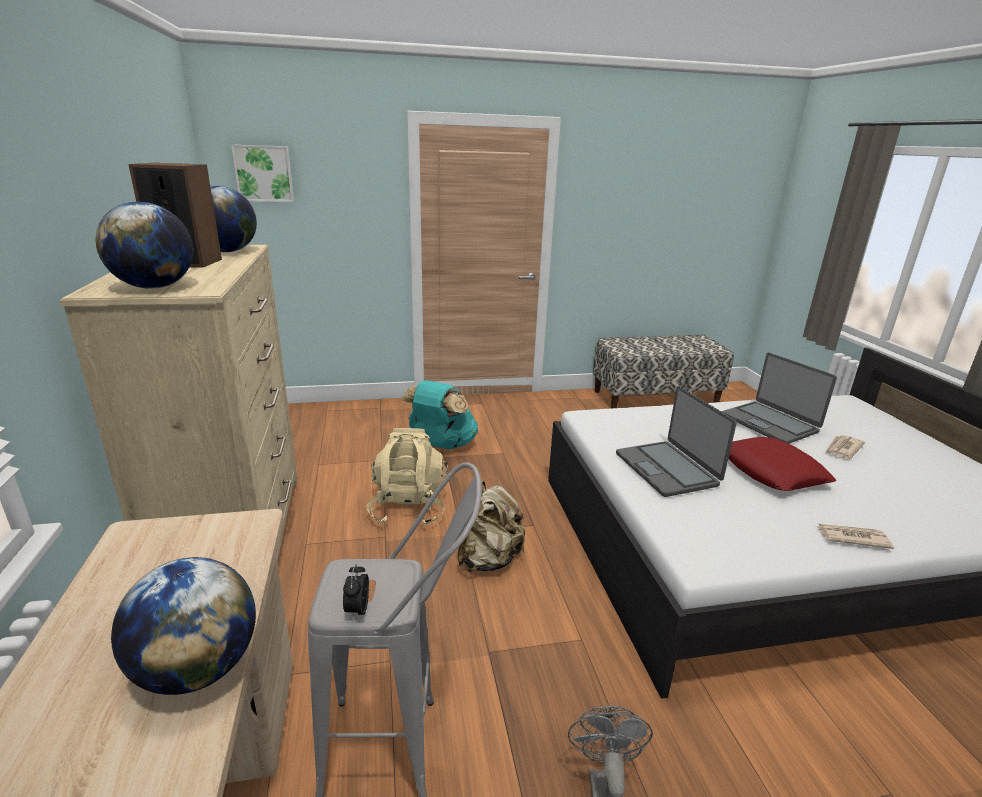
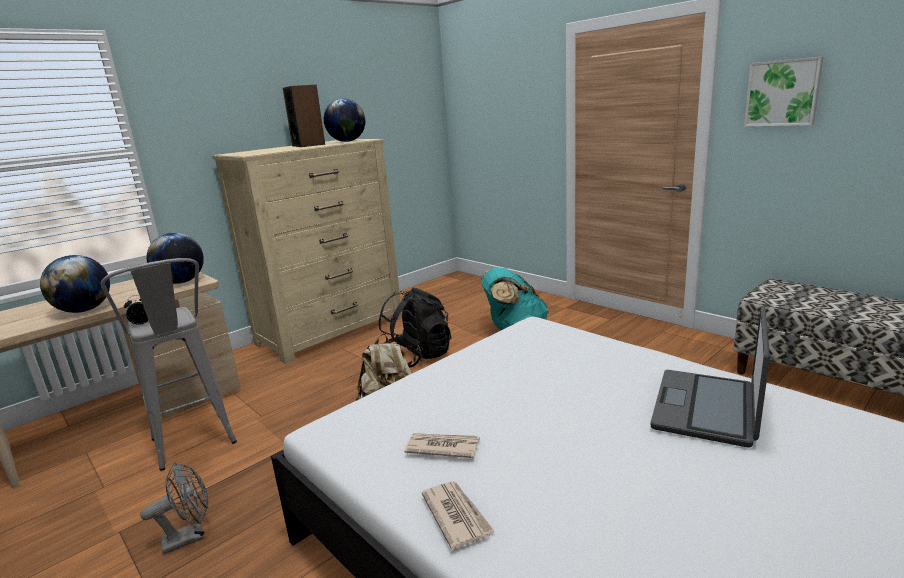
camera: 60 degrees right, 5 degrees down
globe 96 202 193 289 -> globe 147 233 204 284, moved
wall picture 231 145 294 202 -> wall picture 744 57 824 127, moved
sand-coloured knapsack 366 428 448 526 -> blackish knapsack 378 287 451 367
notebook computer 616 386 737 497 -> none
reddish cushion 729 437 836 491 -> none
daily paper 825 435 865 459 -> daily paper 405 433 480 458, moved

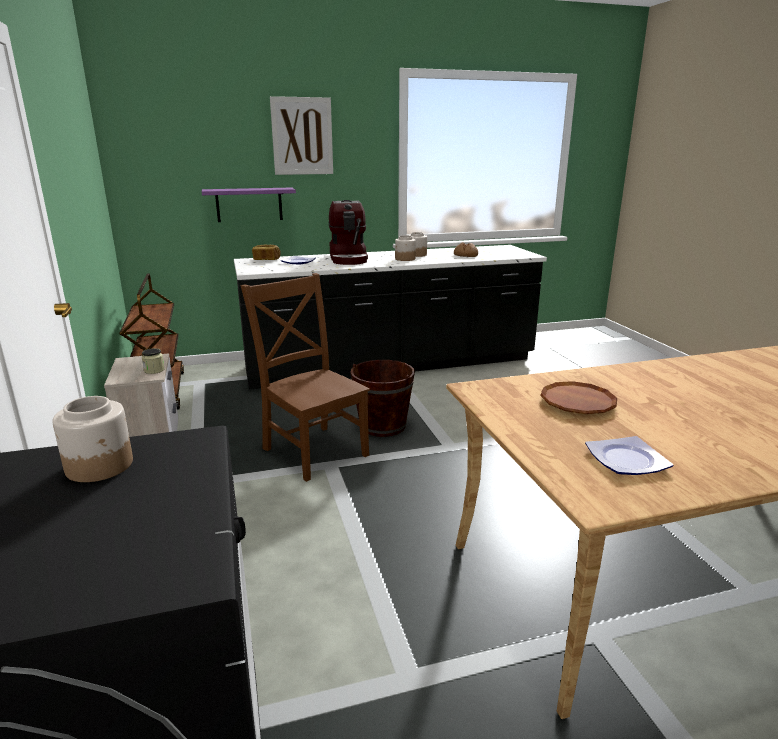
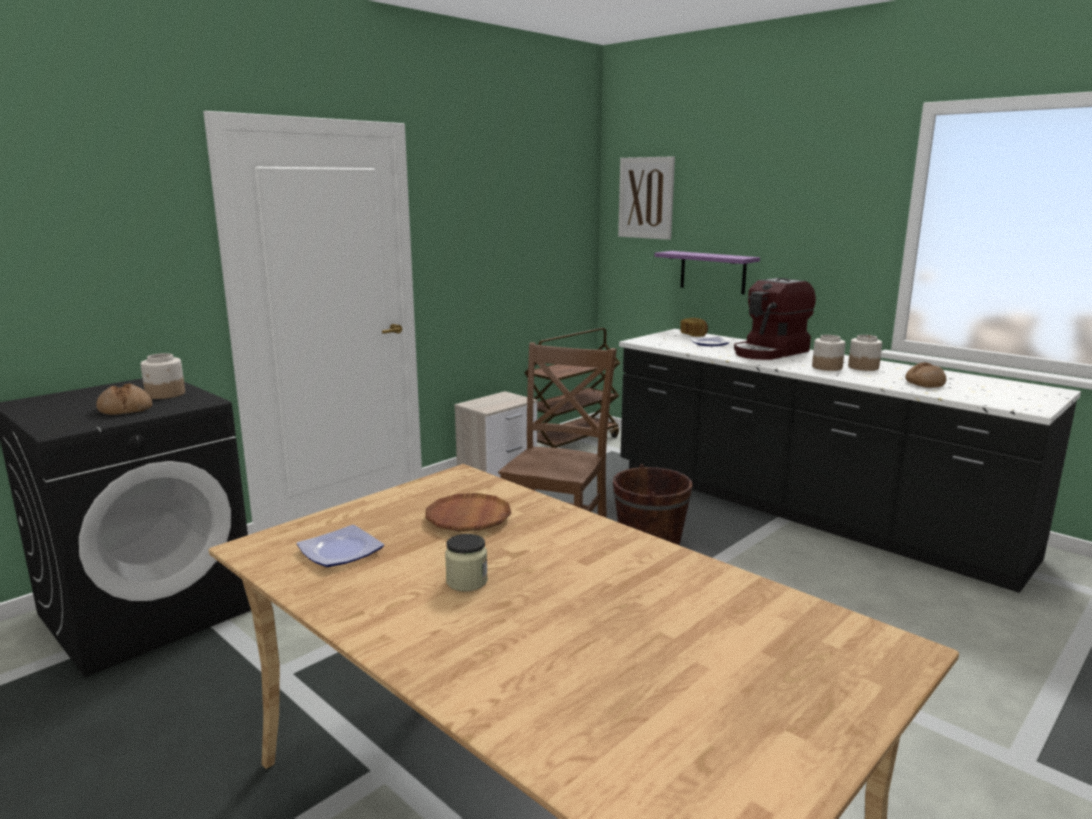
camera: 60 degrees right, 5 degrees down
preserve jar 142 348 165 374 -> preserve jar 445 534 488 591, moved
wall picture 270 96 333 175 -> wall picture 618 156 675 240, moved
none -> bread 96 384 152 415

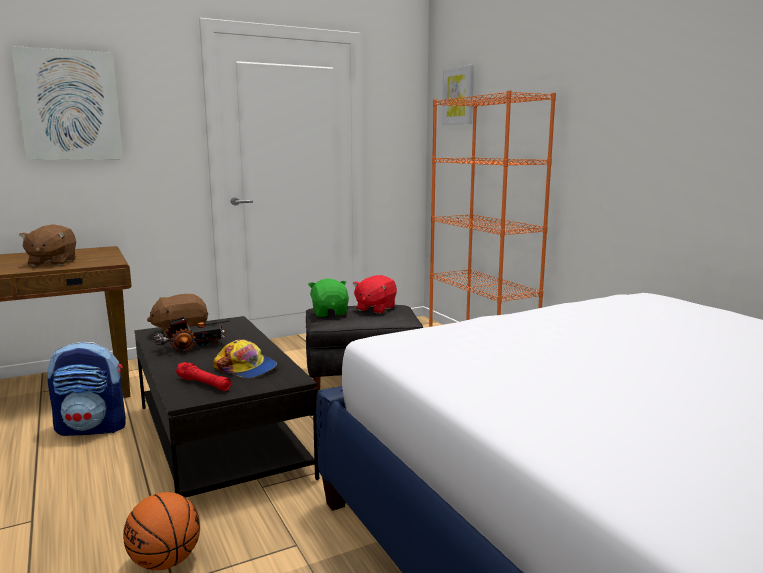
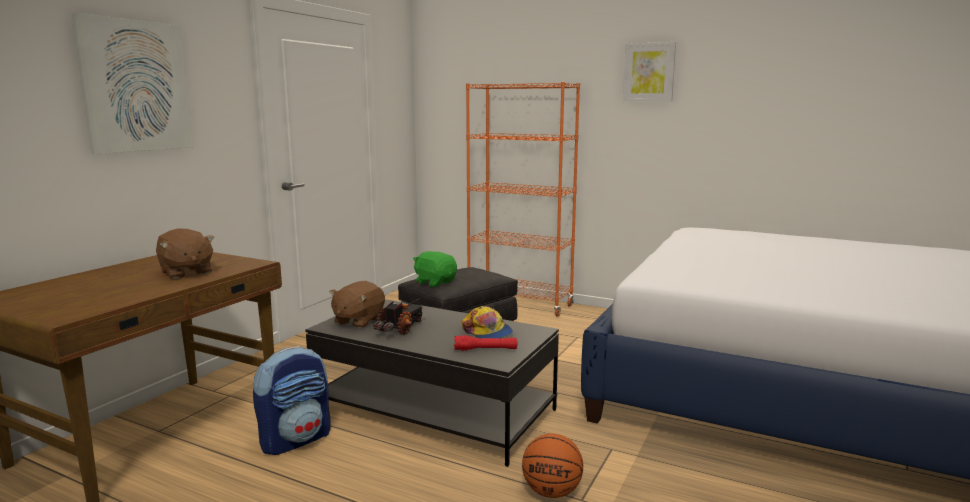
camera: 35 degrees left, 0 degrees up
peaked cap 213 339 277 378 -> peaked cap 462 306 513 339, 60 degrees clockwise
reddish plush toy 353 275 397 314 -> none
wall picture 442 64 474 125 -> wall picture 623 42 676 102, moved

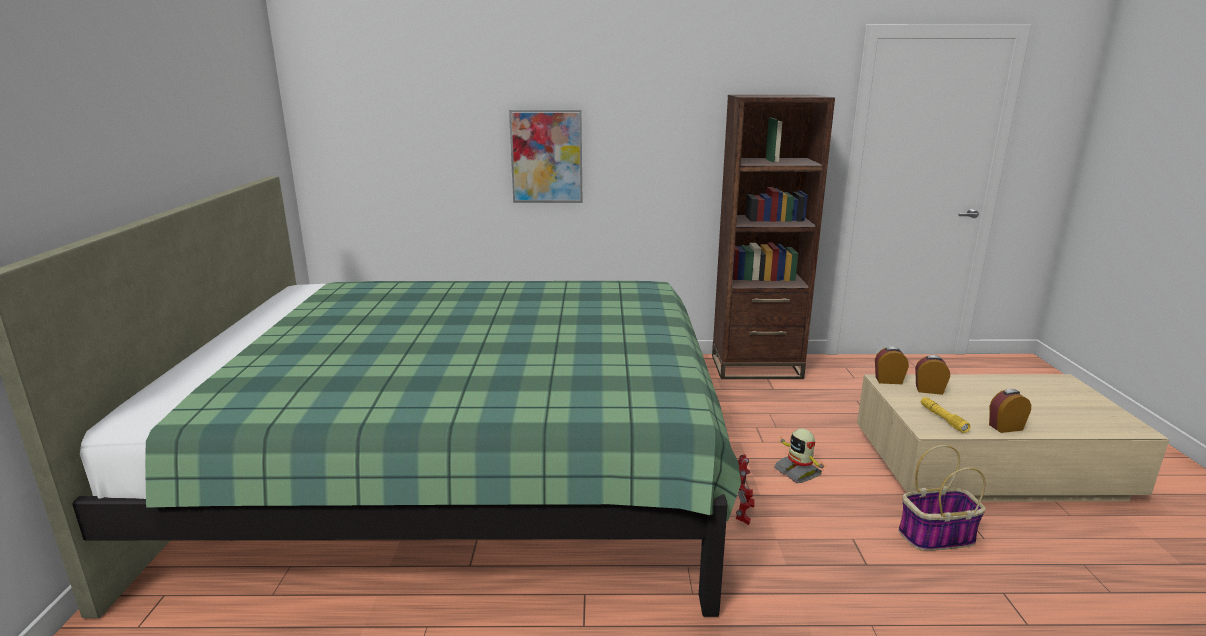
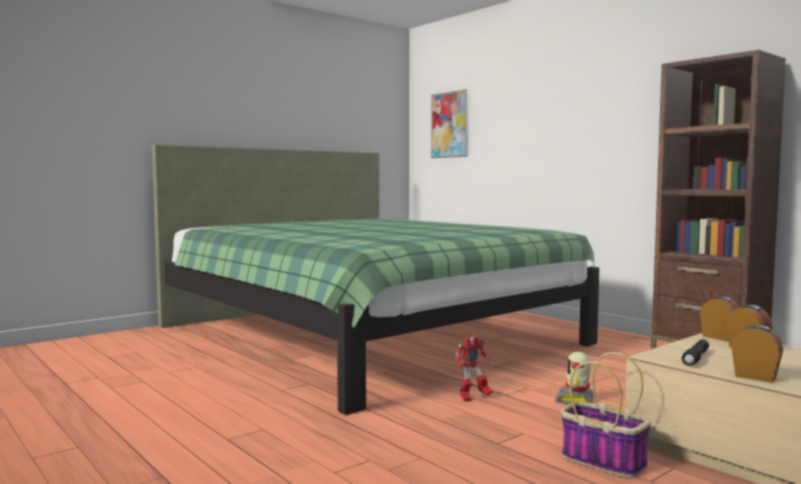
camera: 50 degrees right, 15 degrees down
wall picture 509 110 582 203 -> wall picture 431 89 469 158, moved
yellow hand torch 921 397 971 433 -> blackish hand torch 682 339 709 366

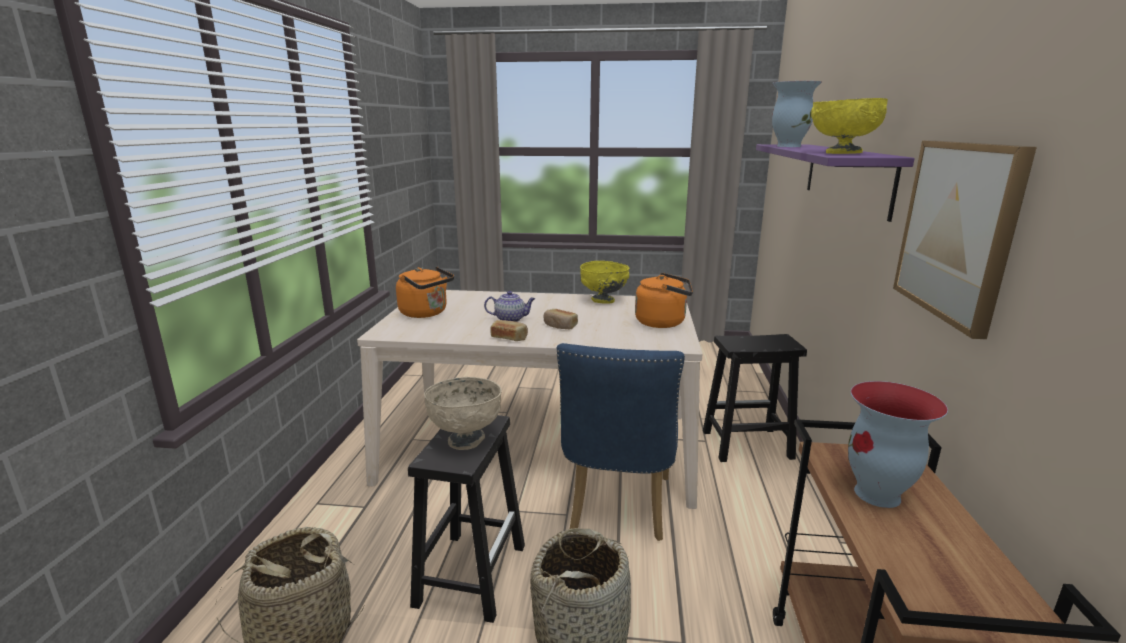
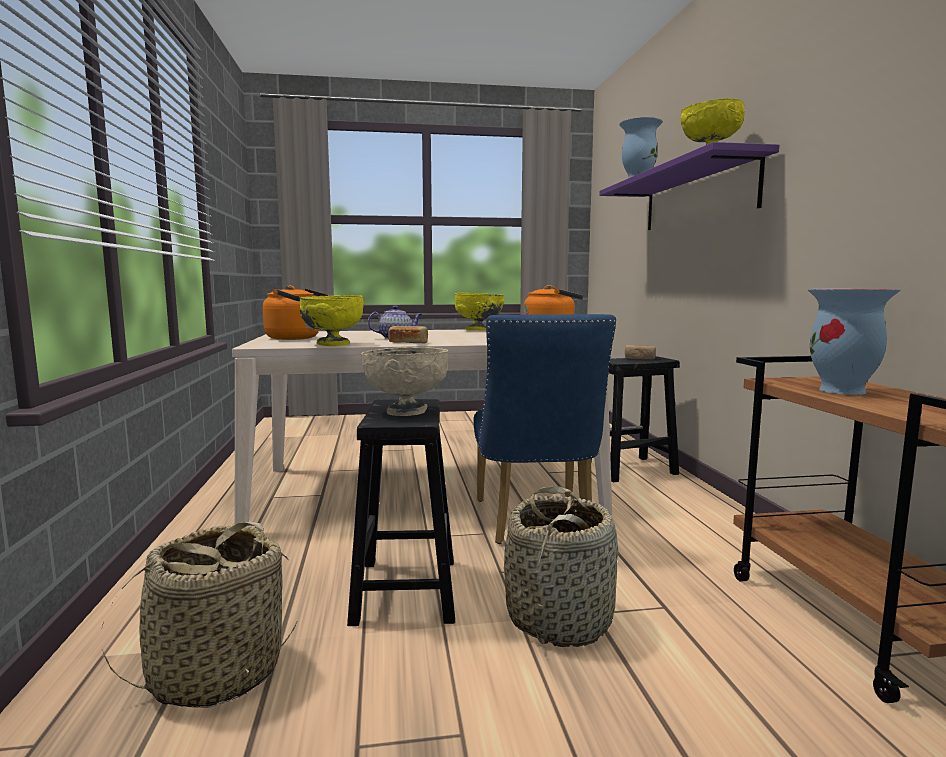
camera: 15 degrees left, 10 degrees down
bread 543 309 578 329 -> bread 625 345 656 359, moved
wall picture 893 140 1037 339 -> none
none -> yellow serving bowl 300 295 364 346

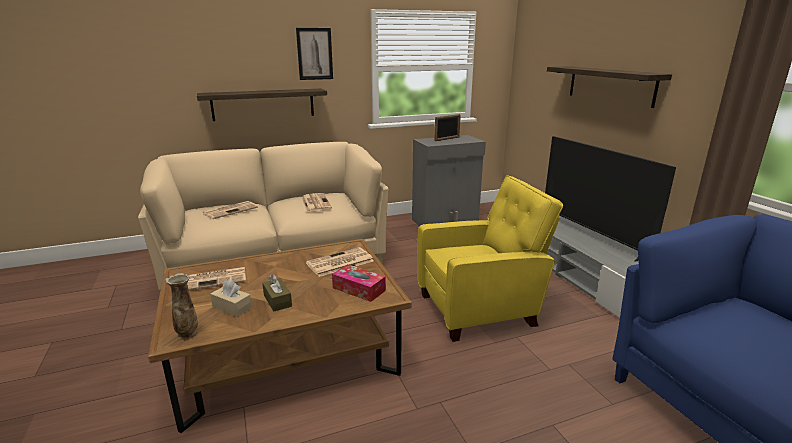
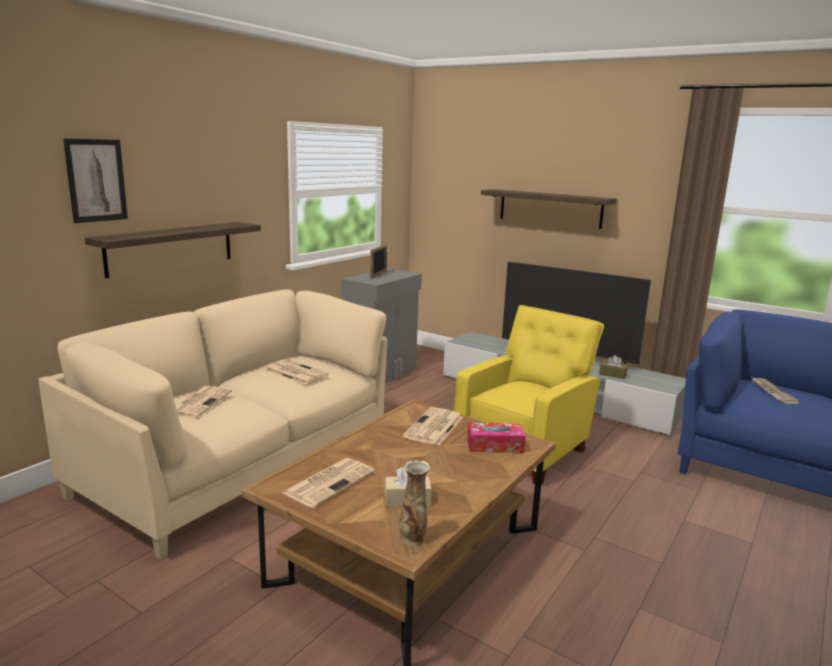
camera: 35 degrees left, 5 degrees down
brown-coloured tissue holder 262 275 292 311 -> brown-coloured tissue holder 599 355 628 379, moved
wall picture 296 28 333 80 -> wall picture 63 138 128 223, moved
none -> daily paper 750 376 800 404

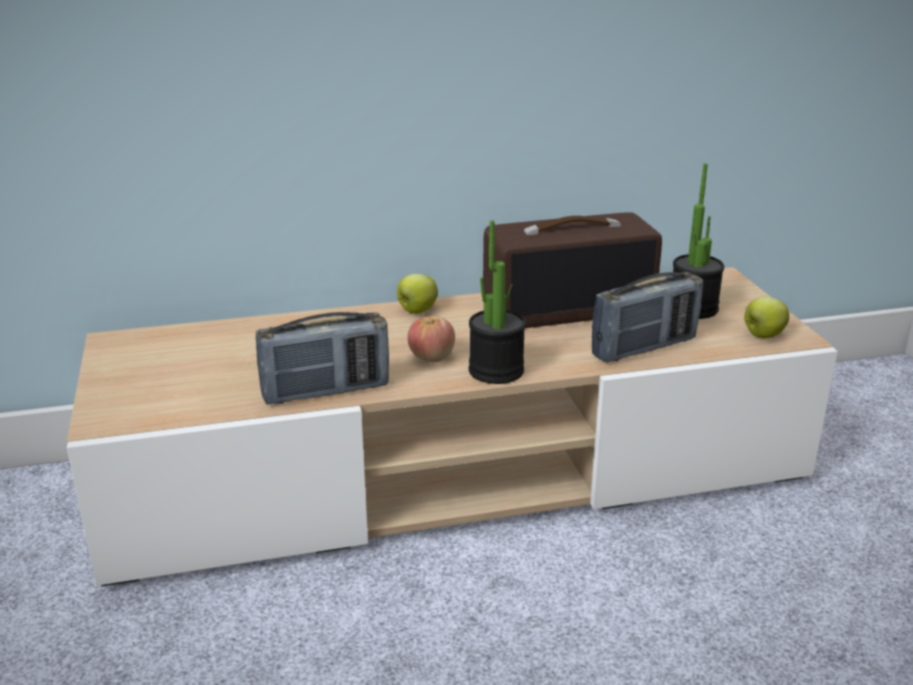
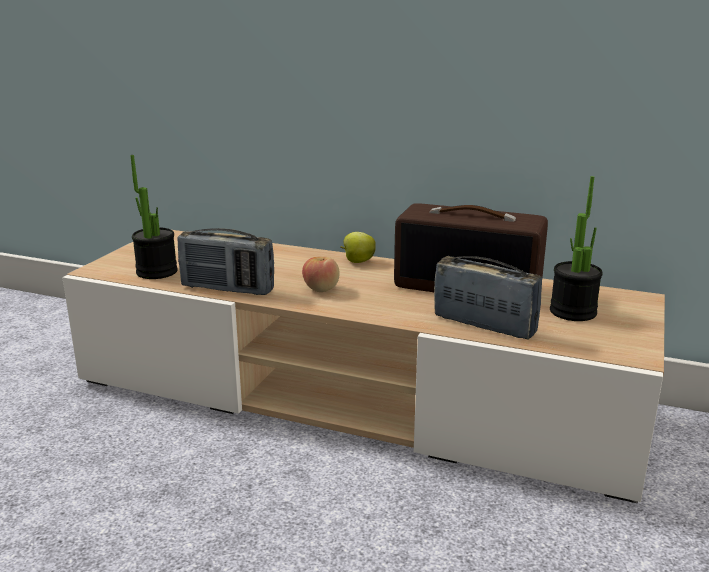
camera: 35 degrees right, 5 degrees down
houseplant 469 220 526 384 -> houseplant 130 155 178 279, moved
radio receiver 592 272 703 363 -> radio receiver 434 256 542 339, 150 degrees counterclockwise
apple 744 297 789 338 -> none

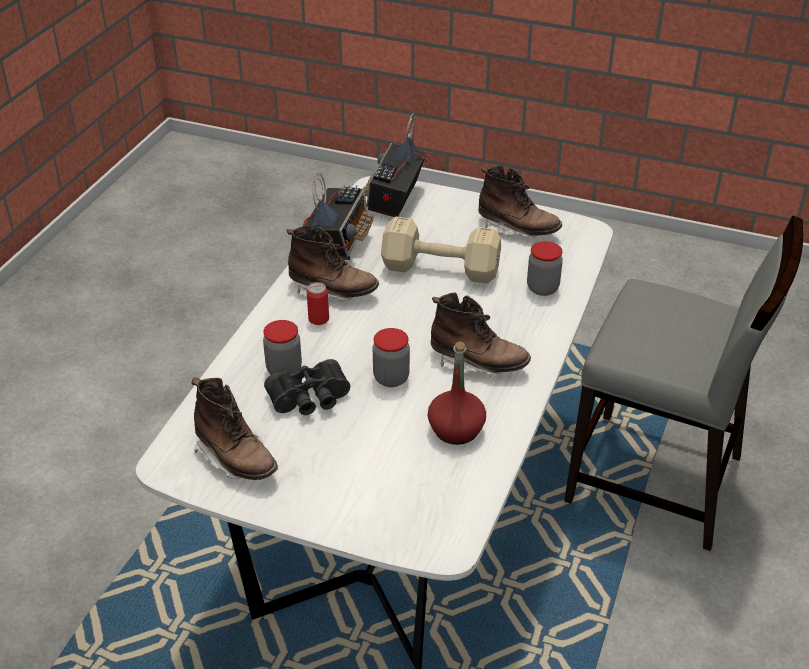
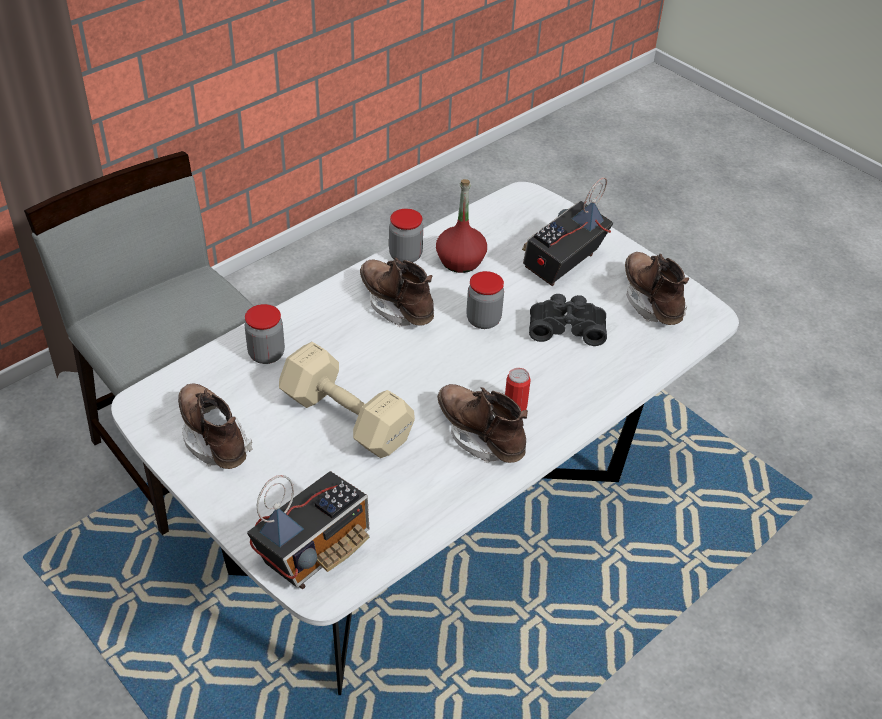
camera: 155 degrees left, 5 degrees up
preserve jar 263 320 302 375 -> preserve jar 389 209 423 262, moved
radio receiver 303 173 374 260 -> radio receiver 522 177 613 286, moved

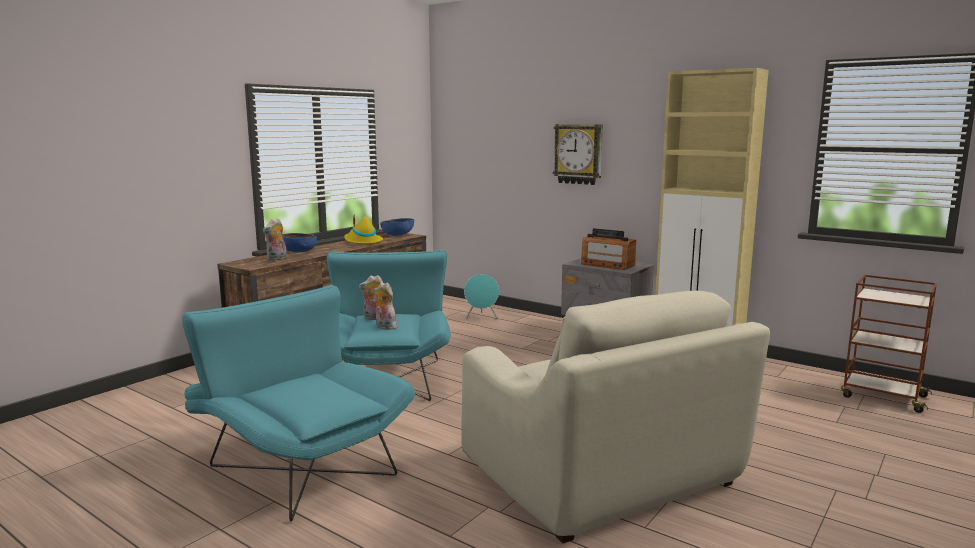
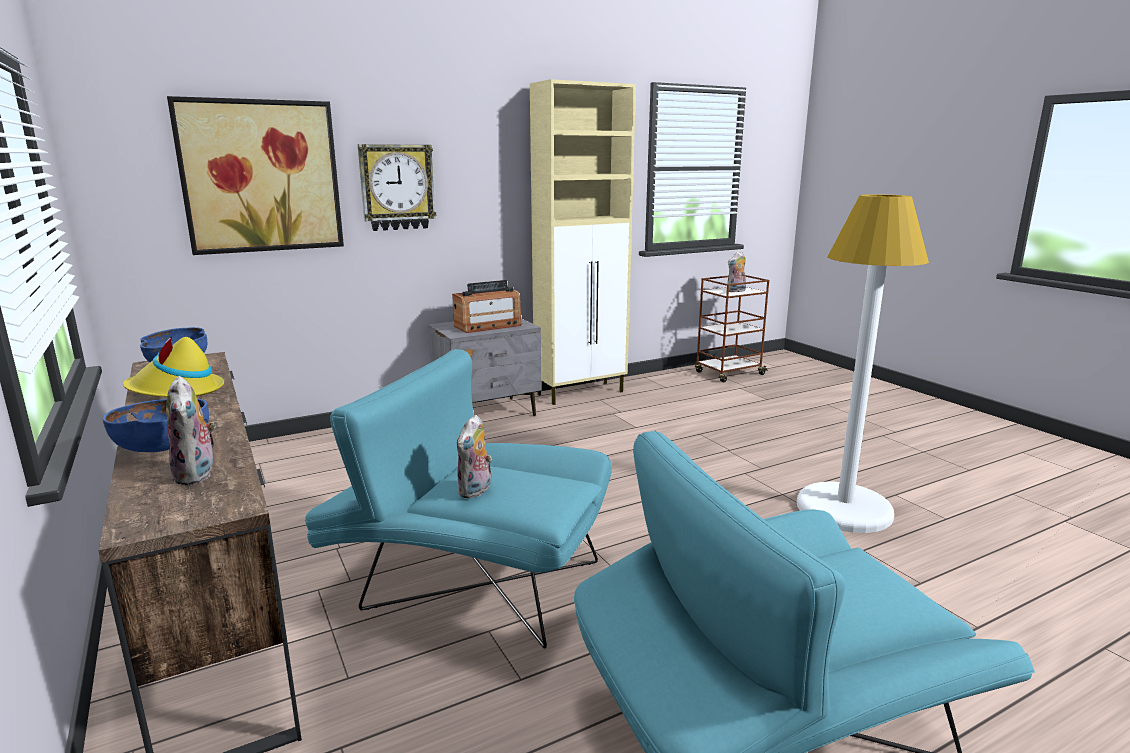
camera: 65 degrees left, 5 degrees up
plush toy 373 282 397 330 -> plush toy 728 252 746 292, moved
sand-coloured easy chair 461 291 770 543 -> white-coloured floor lamp 797 194 929 533
turquoise-coloured speaker 464 274 499 319 -> none
none -> wall picture 167 96 344 255

